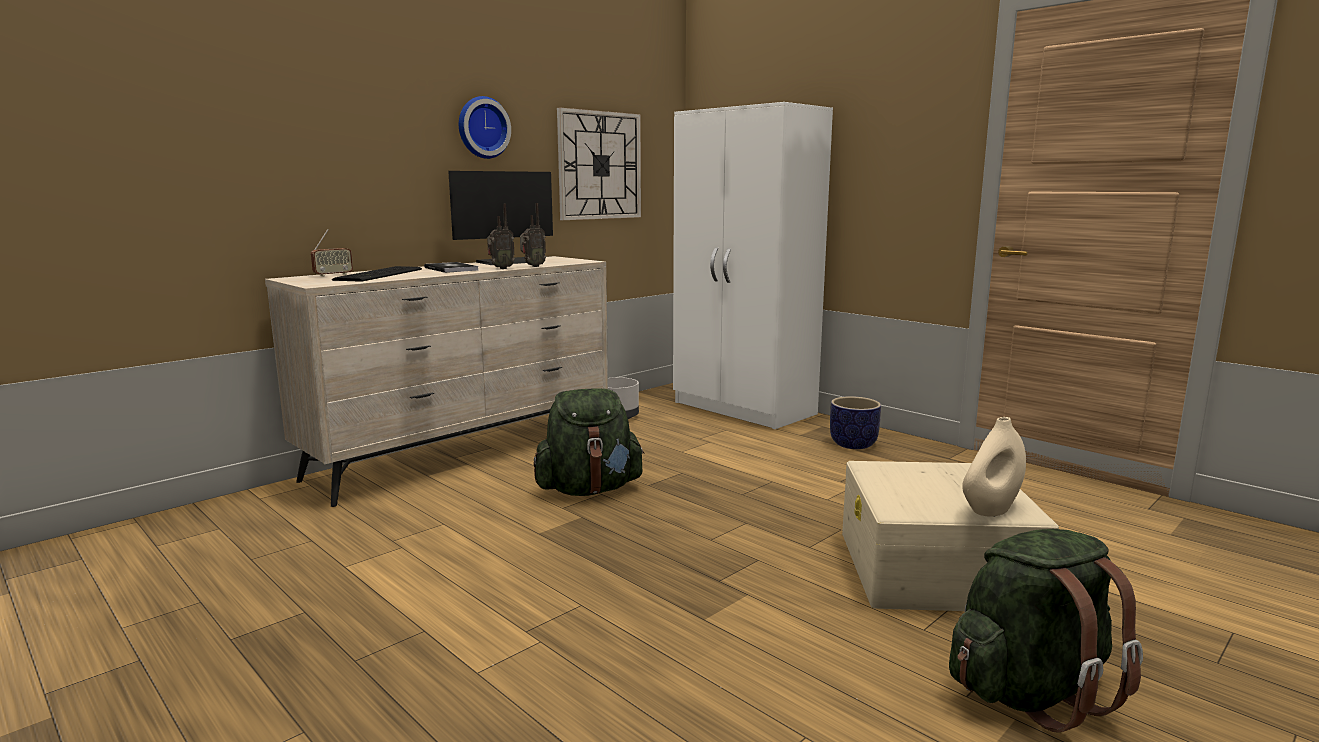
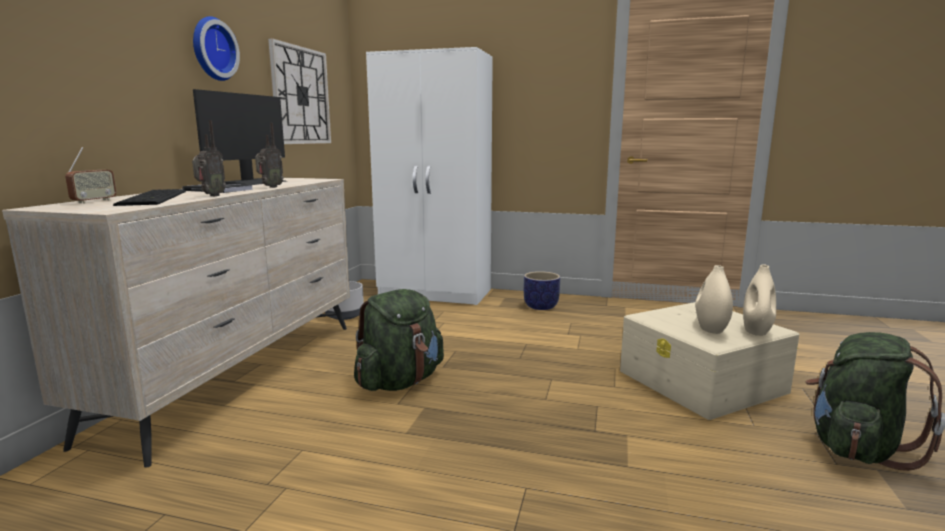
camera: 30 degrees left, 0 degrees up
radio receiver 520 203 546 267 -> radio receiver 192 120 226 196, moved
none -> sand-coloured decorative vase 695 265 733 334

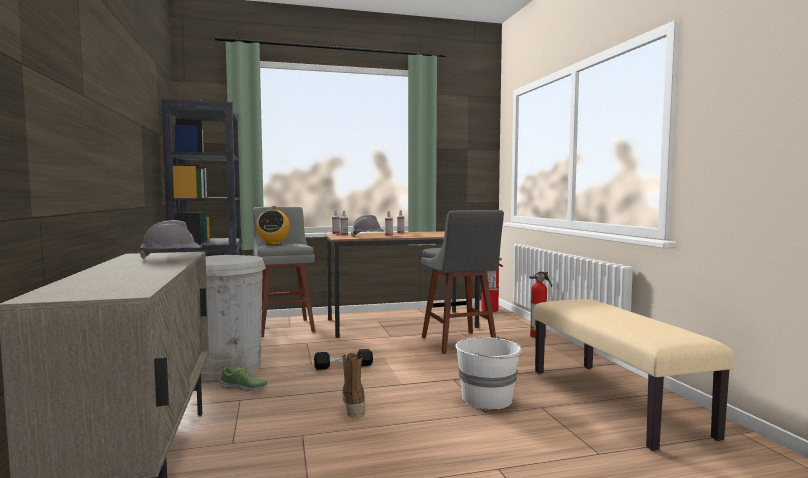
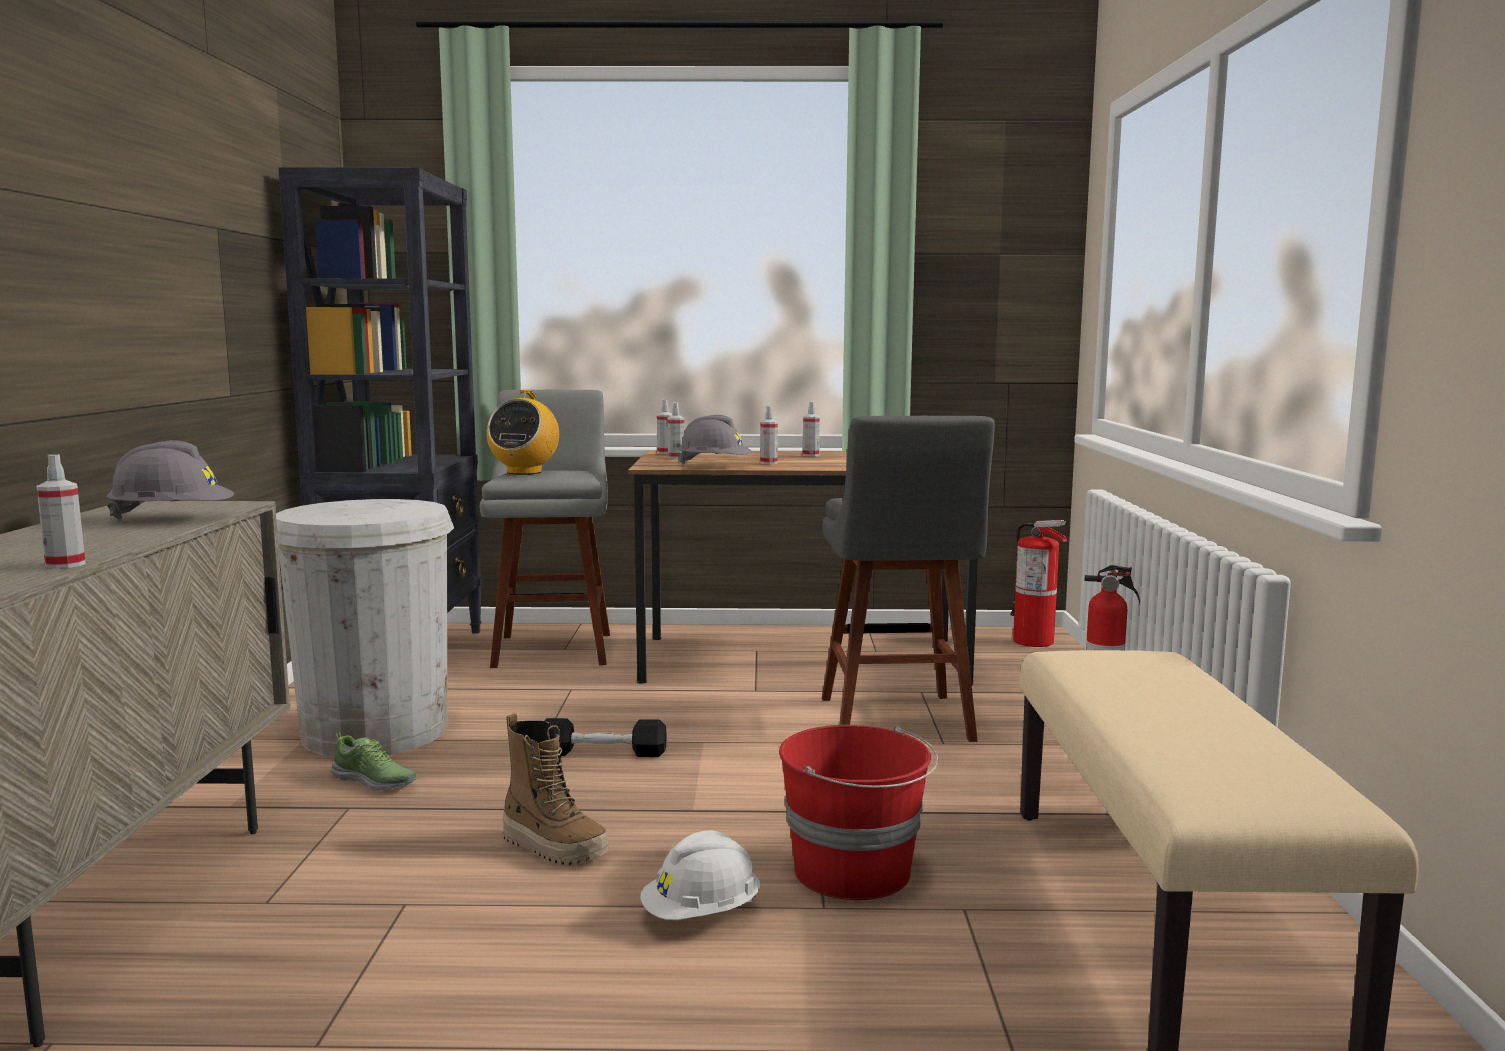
camera: 15 degrees right, 5 degrees up
boot 341 353 365 418 -> boot 503 713 609 866, 120 degrees clockwise
white-coloured water bucket 456 336 524 410 -> reddish water bucket 779 725 938 900
none -> sprayer 36 454 86 569
none -> white-coloured safety helmet 641 830 760 920

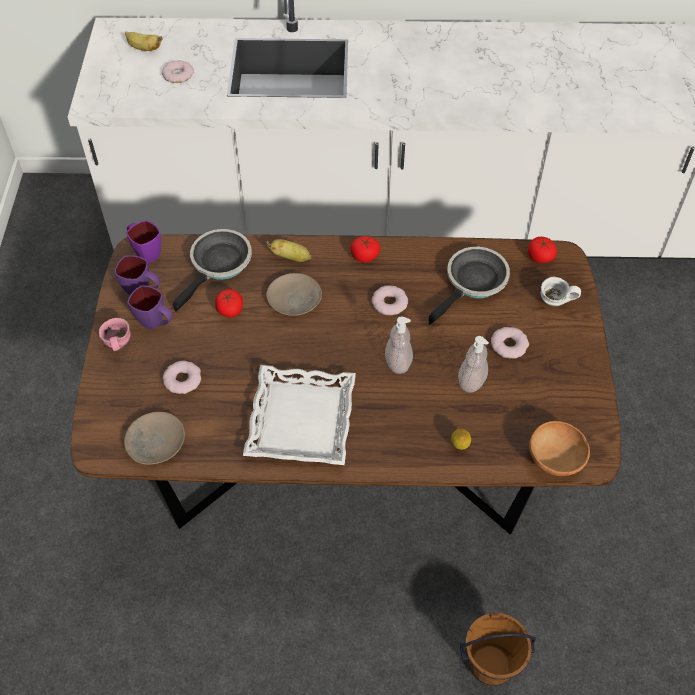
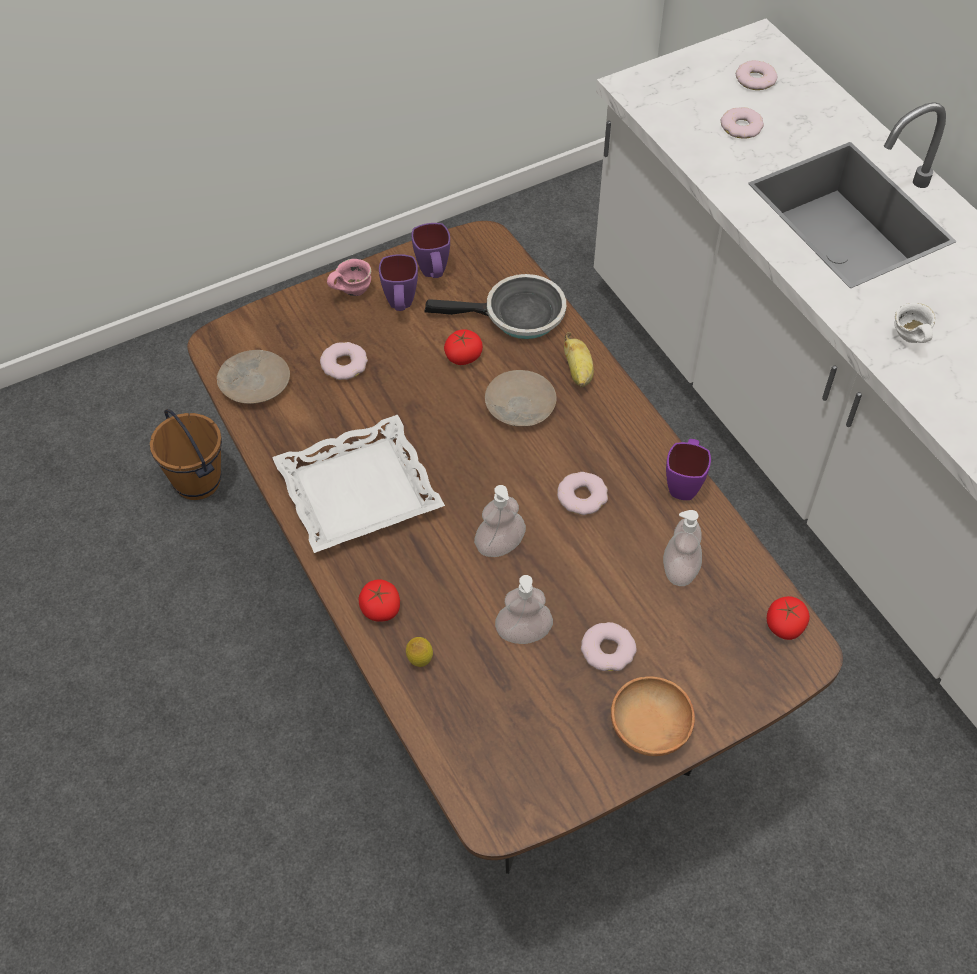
camera: 60 degrees right, 0 degrees up
whole banana 125 31 162 51 -> ring doughnut 736 60 777 90
purple-coloured coffee mug 126 220 161 264 -> purple-coloured coffee mug 666 439 711 500, moved
tomato 350 236 380 263 -> tomato 358 579 400 622, moved
frying pan 429 247 510 325 -> soap dispenser 663 510 702 586
brown-coloured water bucket 460 613 536 686 -> brown-coloured water bucket 150 409 222 500, moved
brown-coloured serving bowl 529 421 590 476 -> brown-coloured serving bowl 611 676 695 756, moved
white-coloured coffee mug 541 277 581 306 -> white-coloured coffee mug 894 303 936 343, moved

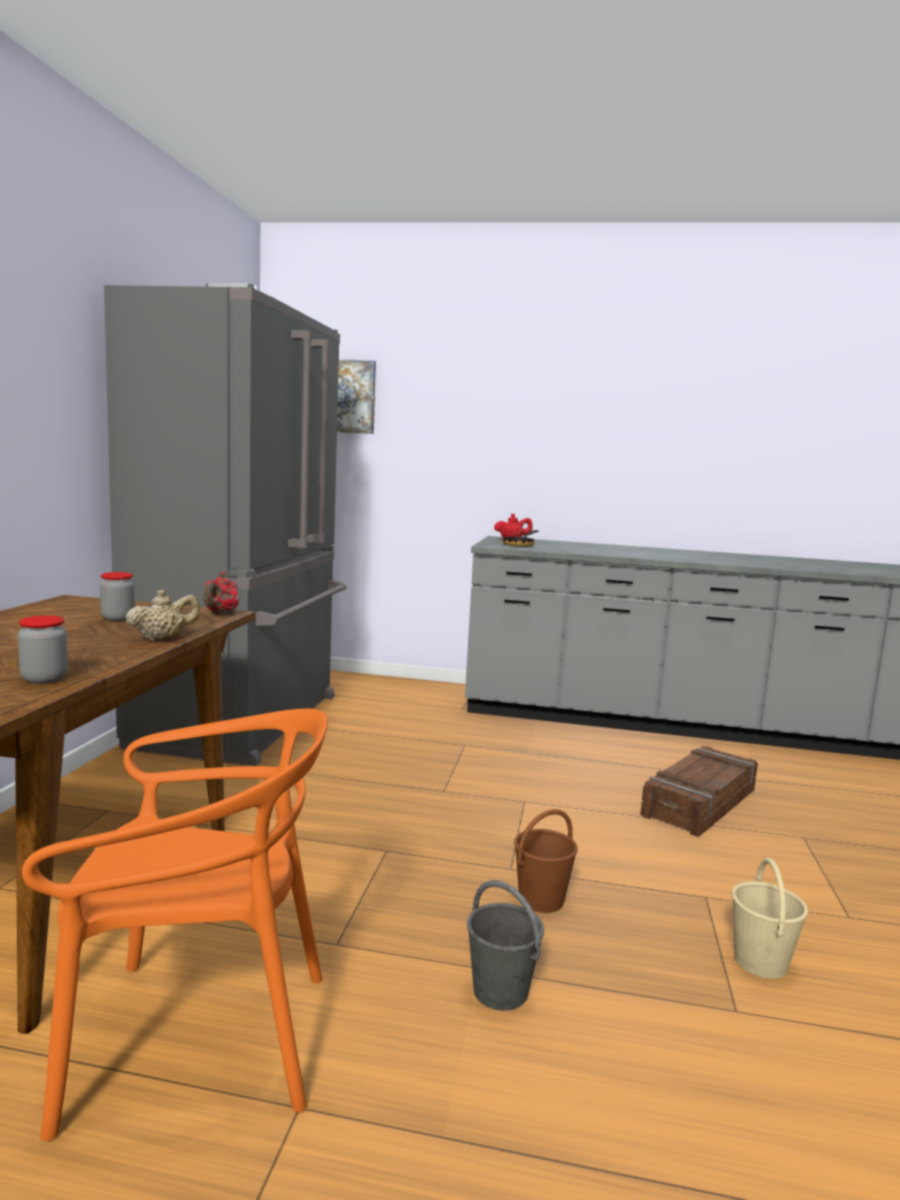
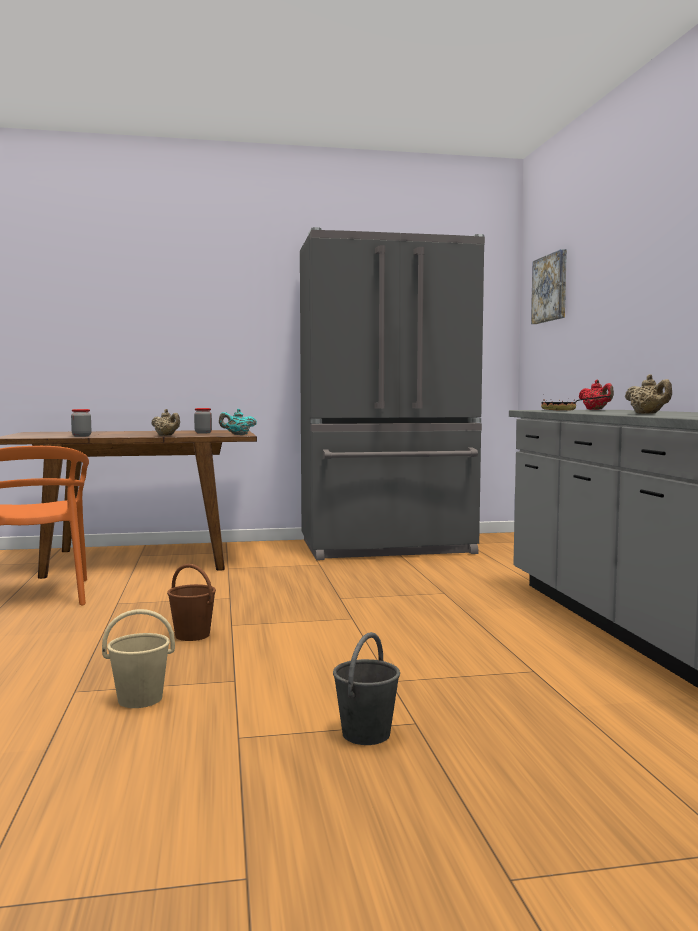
camera: 70 degrees right, 5 degrees down
reddish tea pot 203 572 239 615 -> turquoise-coloured tea pot 219 409 257 435
greyish water bucket 467 880 544 1011 -> greyish water bucket 333 632 400 745, moved
crate 640 746 758 837 -> none
none -> sand-coloured tea pot 625 374 672 414

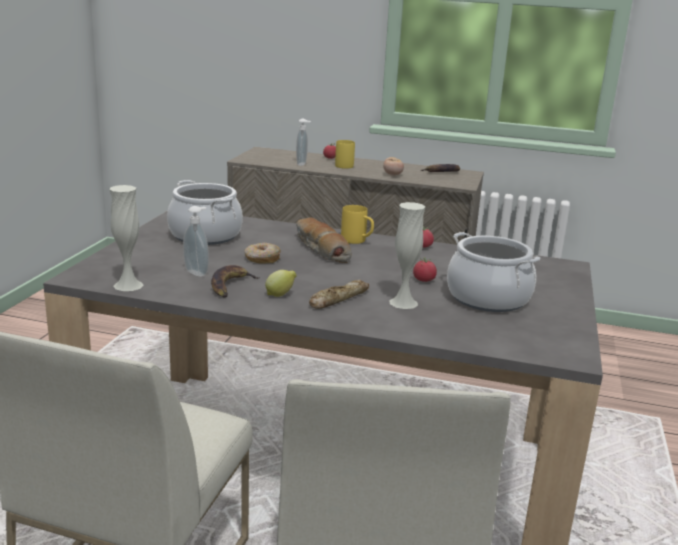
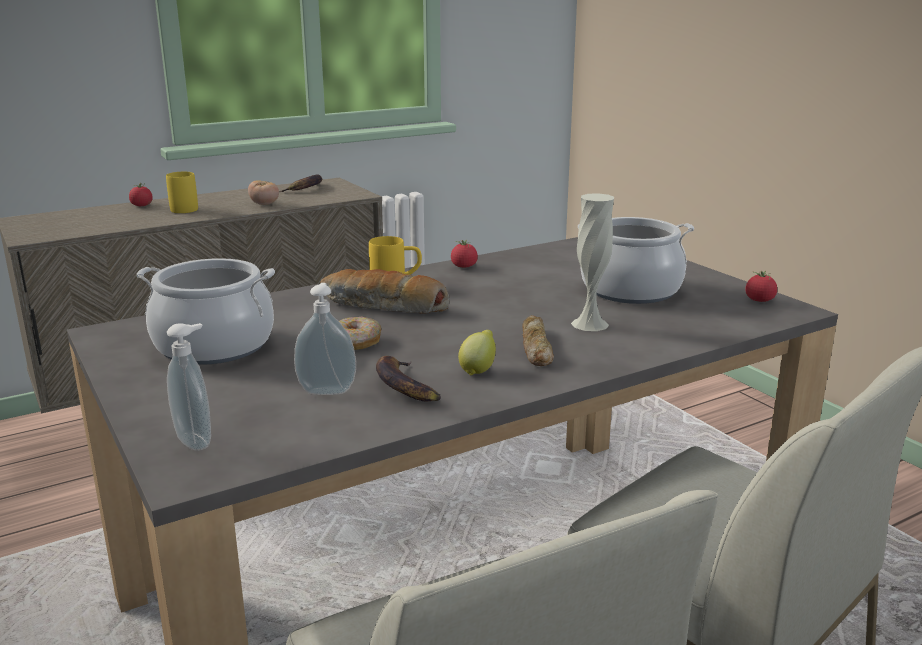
camera: 45 degrees left, 0 degrees up
white-coloured decorative vase 109 185 143 291 -> none
soap dispenser 296 119 311 166 -> soap dispenser 167 323 211 451, moved
tomato 413 257 437 282 -> tomato 746 271 777 302, moved

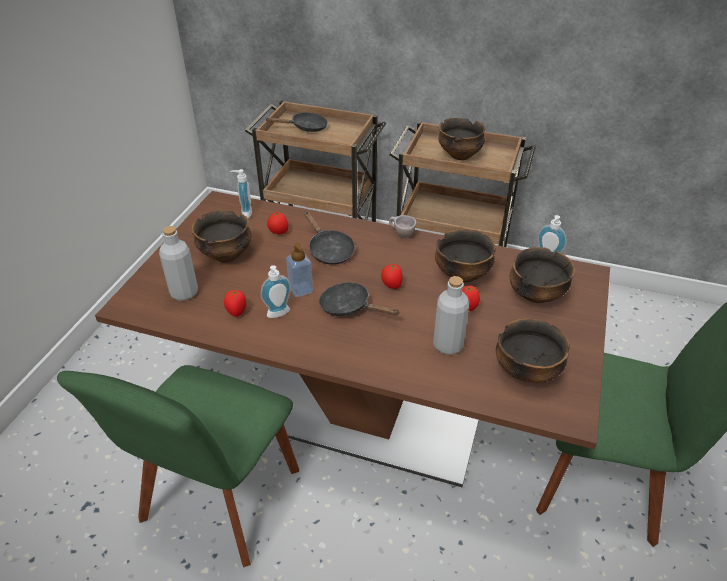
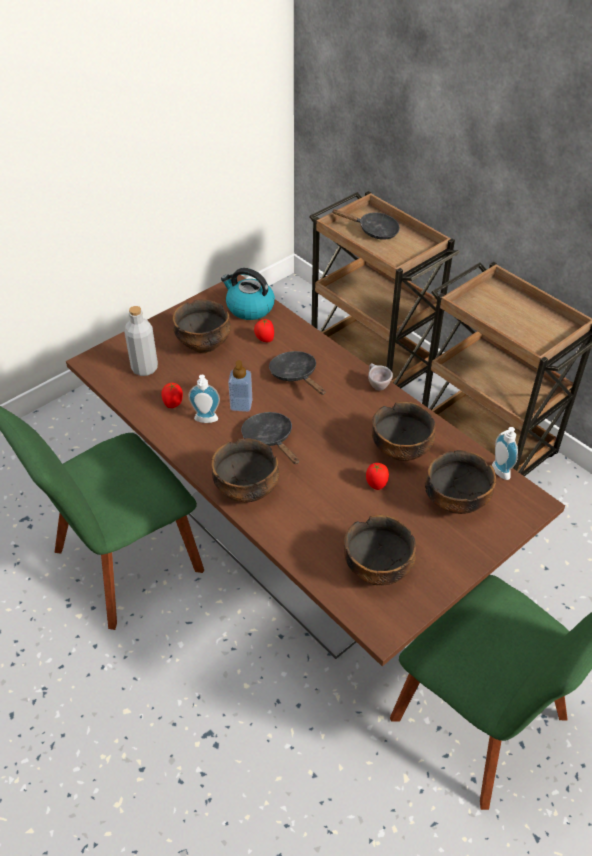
camera: 30 degrees right, 5 degrees up
soap dispenser 230 169 252 218 -> tea kettle 221 268 275 320
blackish frying pan 304 211 355 265 -> blackish frying pan 269 351 325 395, 150 degrees clockwise
tomato 381 264 402 289 -> none
greyish beverage bottle 433 276 469 355 -> none
serving bowl 438 118 486 160 -> serving bowl 211 438 280 502, moved

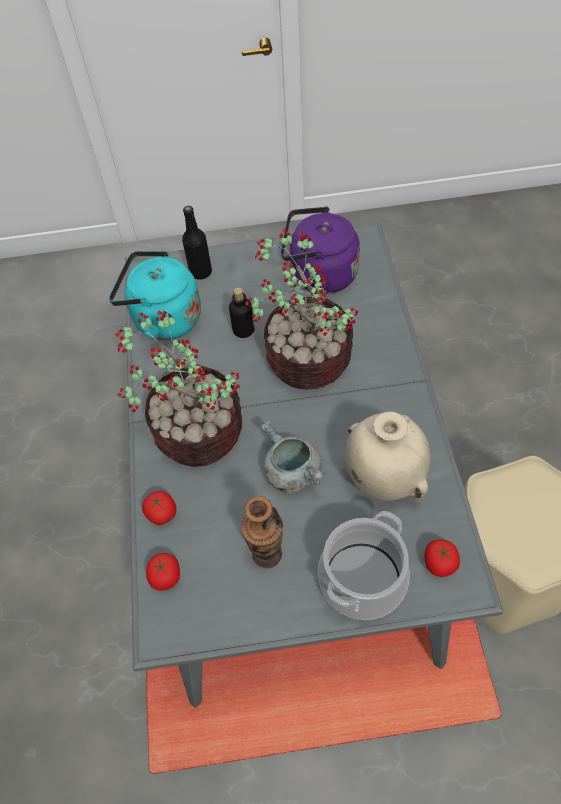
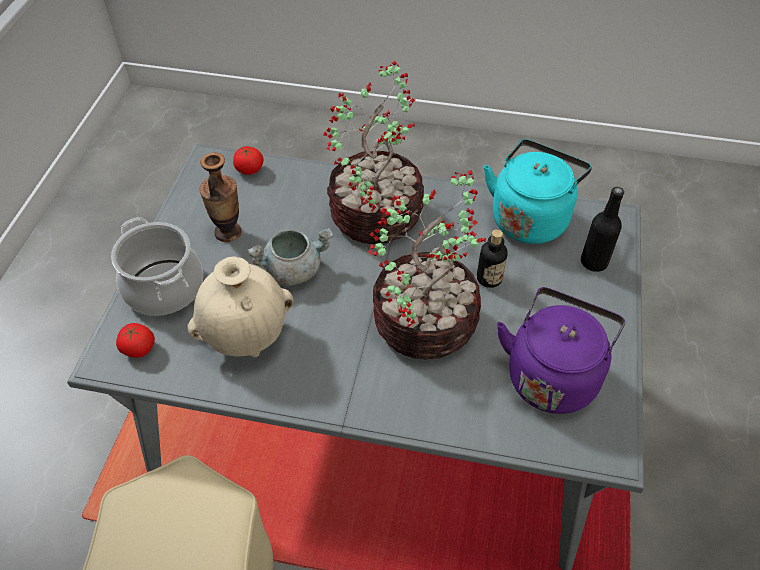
camera: 105 degrees right, 5 degrees down
tomato 142 491 176 525 -> none

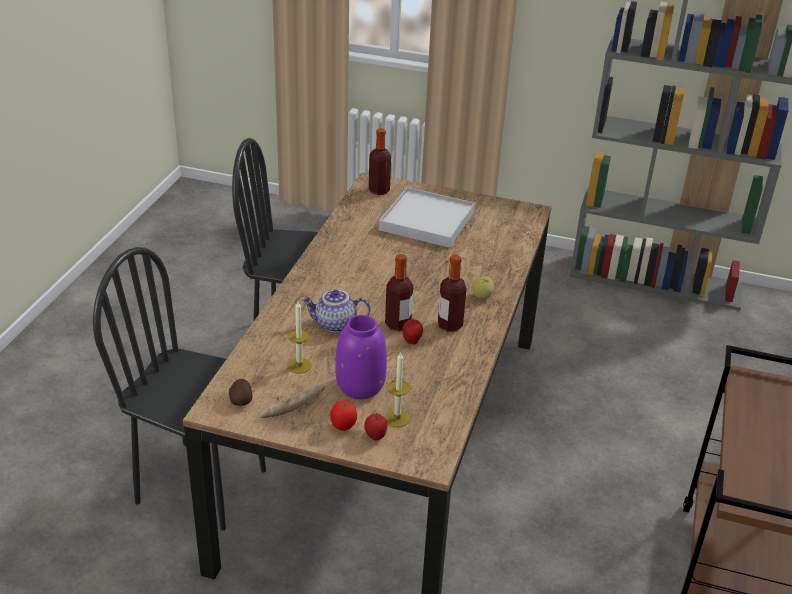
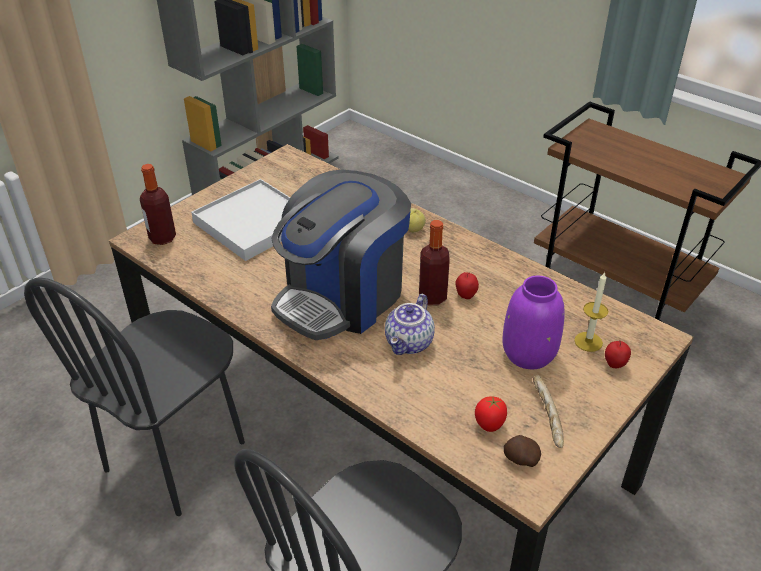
camera: 65 degrees left, 5 degrees up
wax light 287 301 312 374 -> none
tomato 330 400 357 431 -> tomato 475 396 507 432, moved
beverage bottle 438 255 466 332 -> none
none -> coffee machine 271 169 411 340

